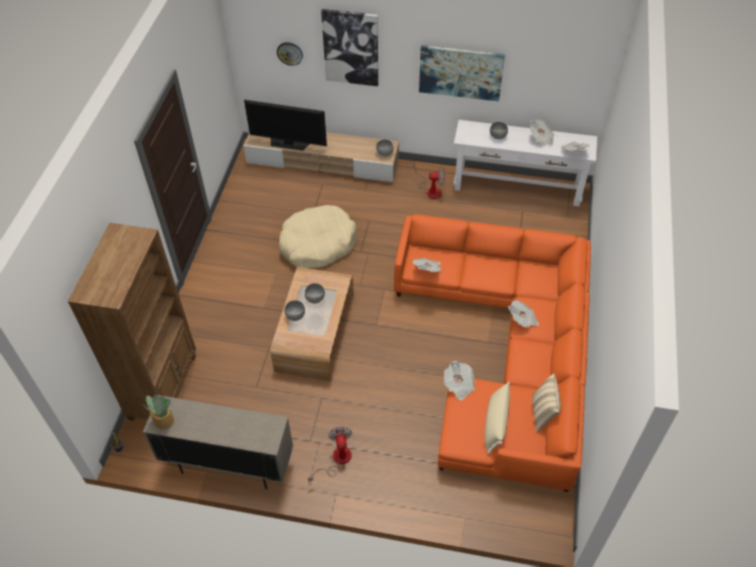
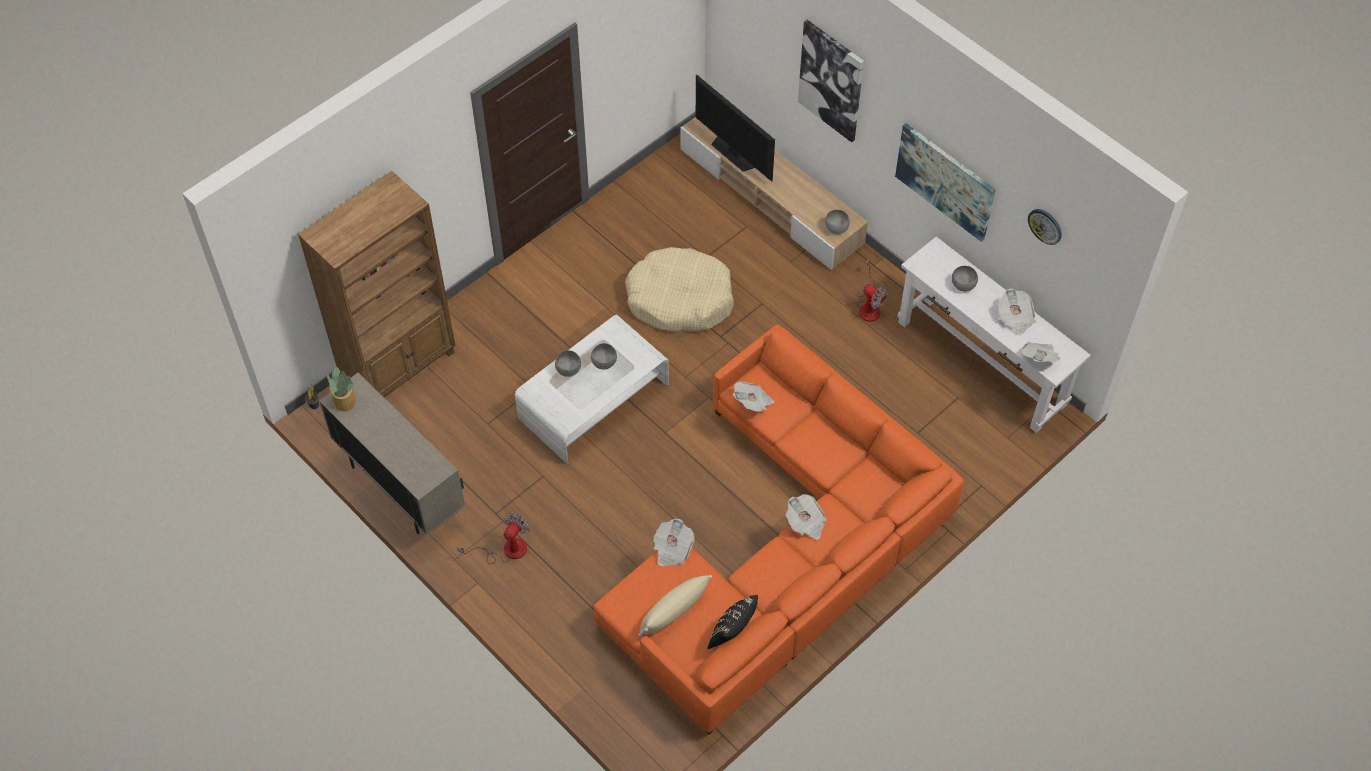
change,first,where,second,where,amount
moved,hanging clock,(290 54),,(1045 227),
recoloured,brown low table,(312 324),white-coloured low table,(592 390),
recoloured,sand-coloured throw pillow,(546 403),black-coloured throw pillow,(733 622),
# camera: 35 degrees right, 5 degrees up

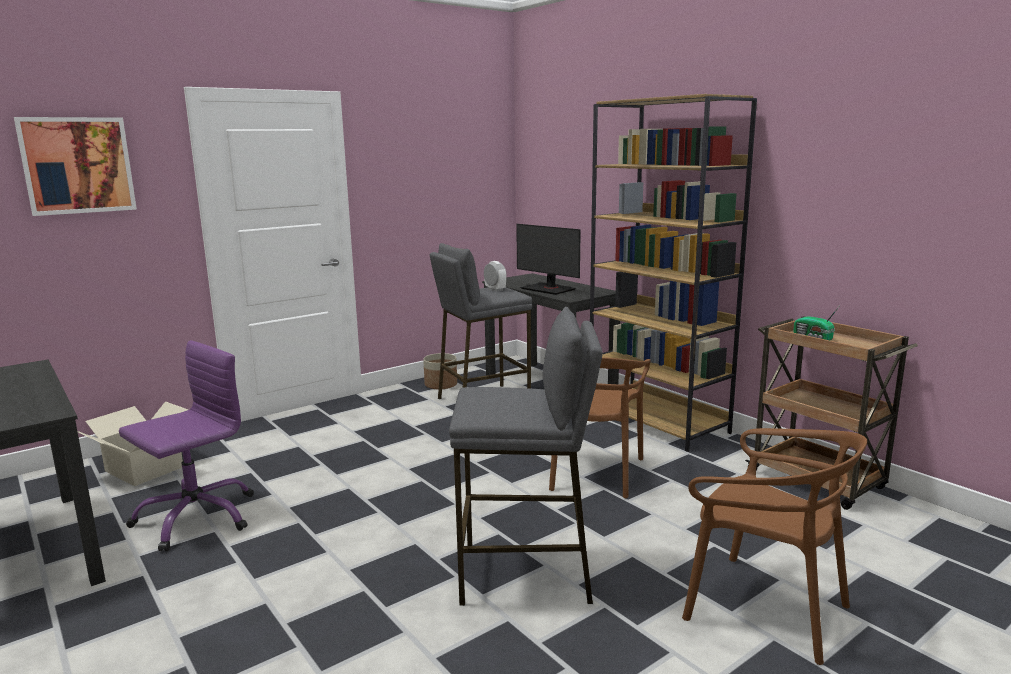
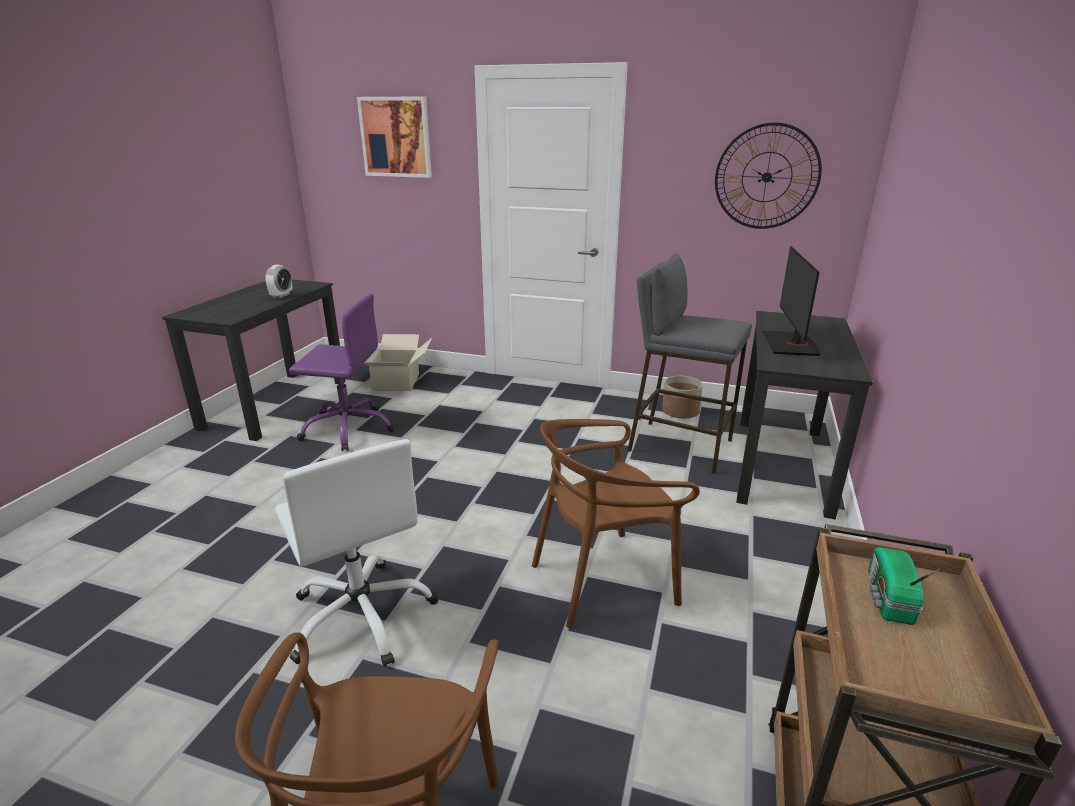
change,first,where,second,where,amount
removed,brown bookcase,(673 273),,,
moved,table clock,(495 276),,(279 281),
replaced,gray stool seat,(526 456),white-coloured office chair,(357 553),
added,,,hanging clock,(768 175),
# camera: 55 degrees right, 10 degrees up

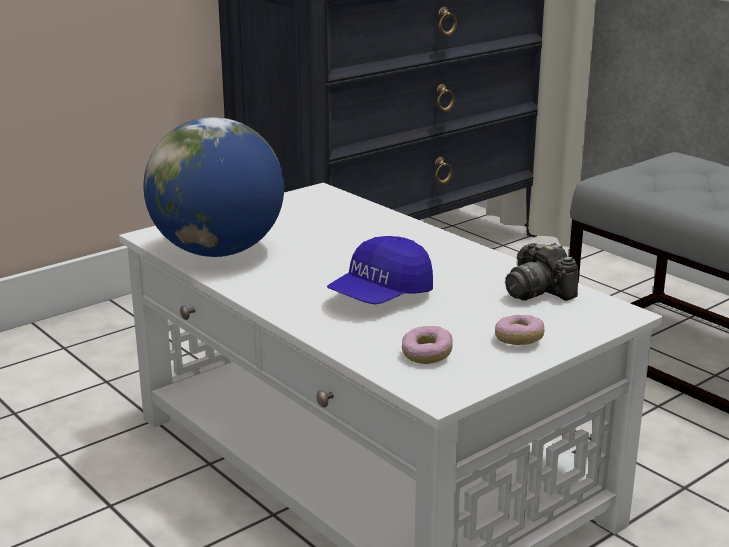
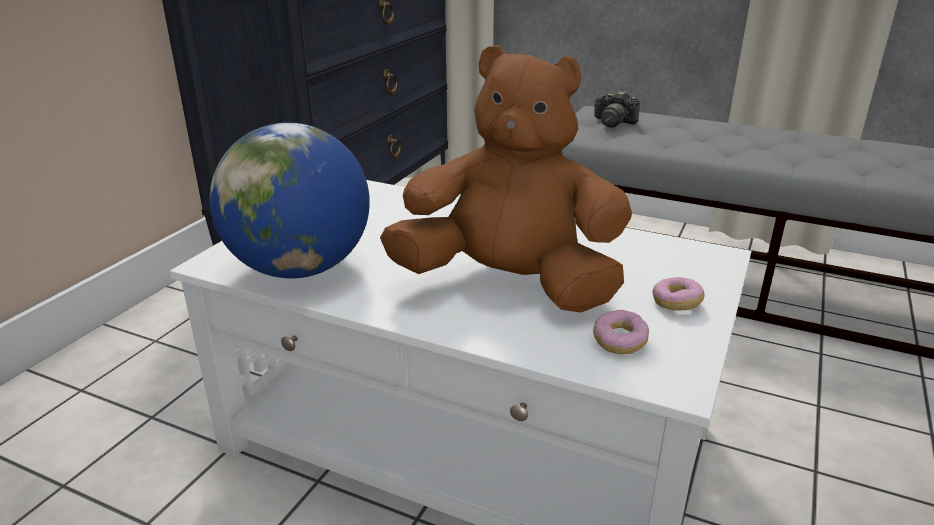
change,first,where,second,where,amount
replaced,blue baseball cap,(380 270),brown plush toy,(506 179),
moved,photo camera,(541 272),,(617 109),
# camera: 25 degrees left, 5 degrees up

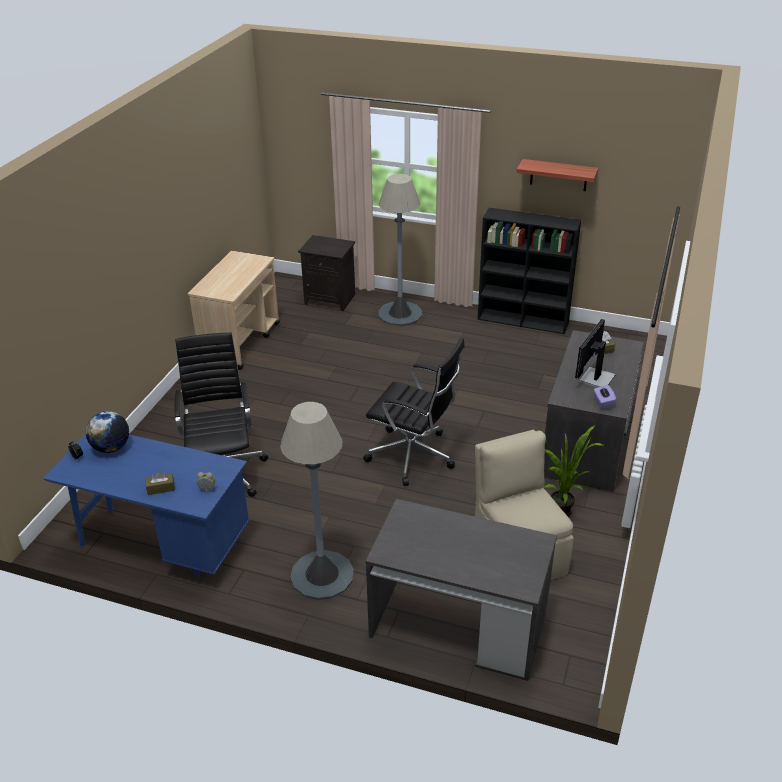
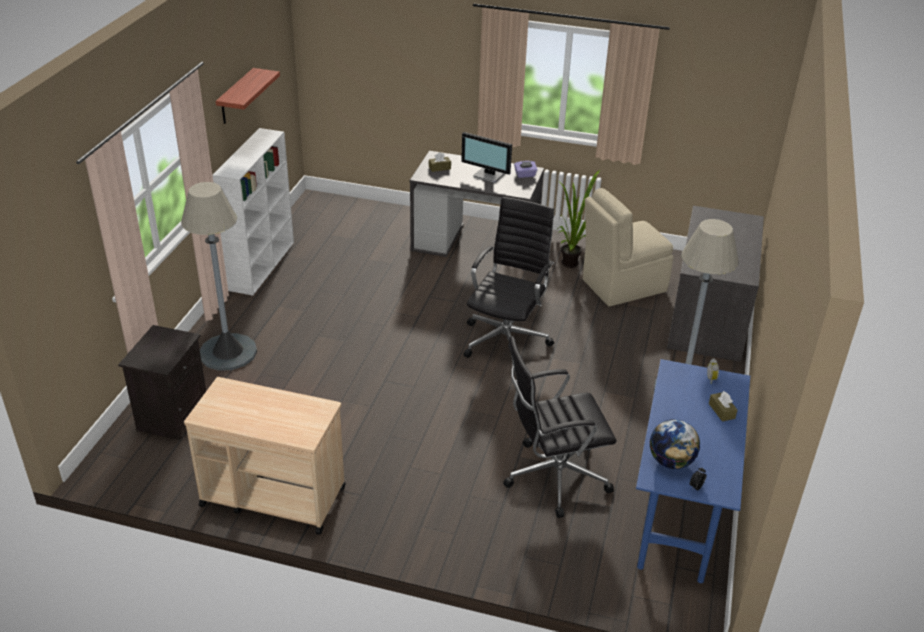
change,first,where,second,where,amount
recoloured,black-coloured bookcase,(529 271),white-coloured bookcase,(253 211),
# camera: 95 degrees left, 0 degrees up

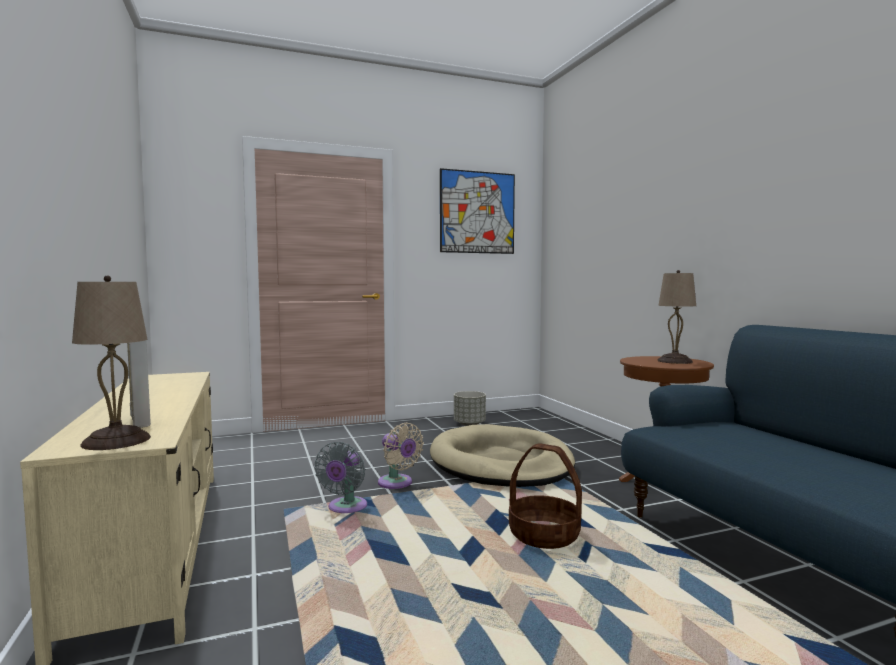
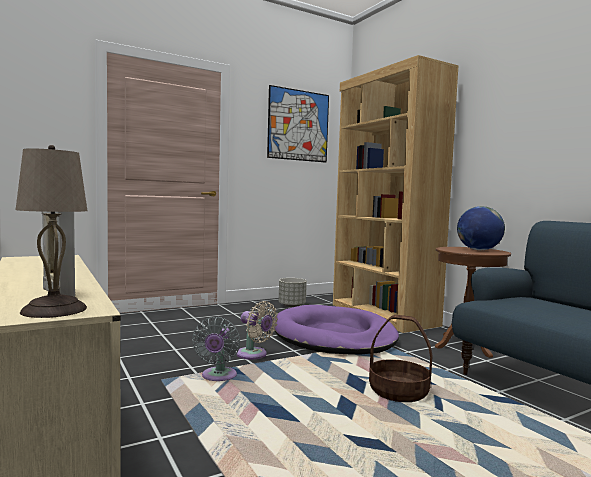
change,first,where,second,where,amount
replaced,sand-coloured lamp for a table,(676 317),globe,(481 228),
recoloured,sand-coloured dog bed,(502 455),purple dog bed,(336 330),
added,,,brown bookcase,(396 194),
# camera: 10 degrees left, 0 degrees up

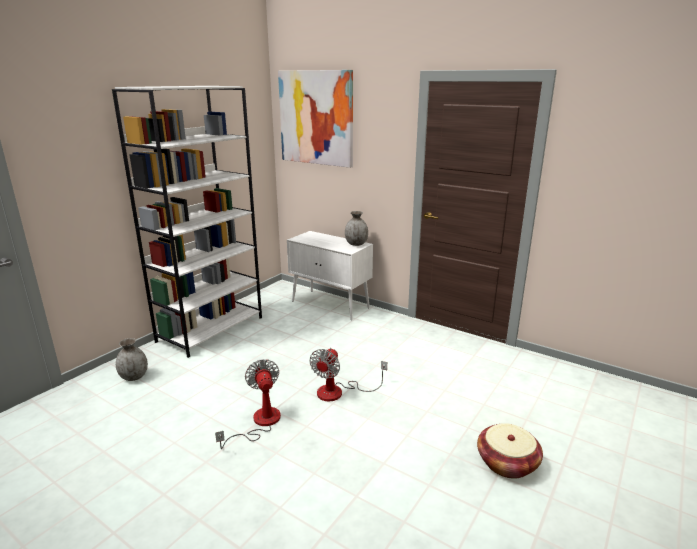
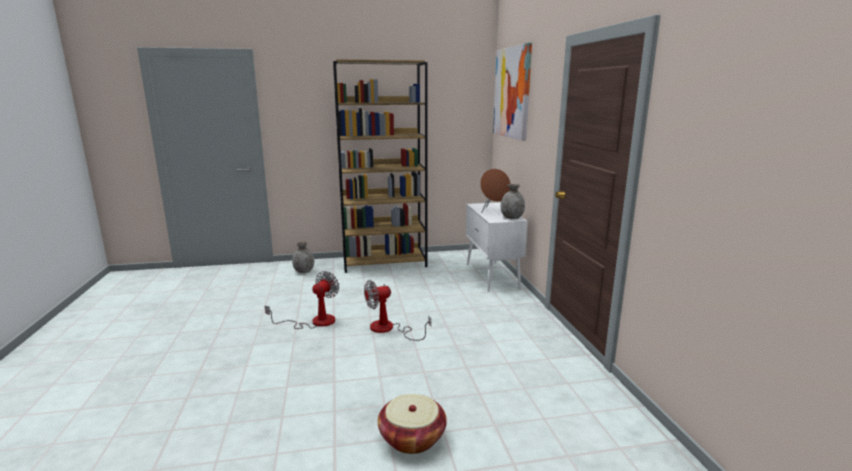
change,first,where,second,where,amount
recoloured,white-coloured bookcase,(187 222),brown bookcase,(380 166),
added,,,brown audio speaker,(495 190),
# camera: 45 degrees right, 5 degrees down

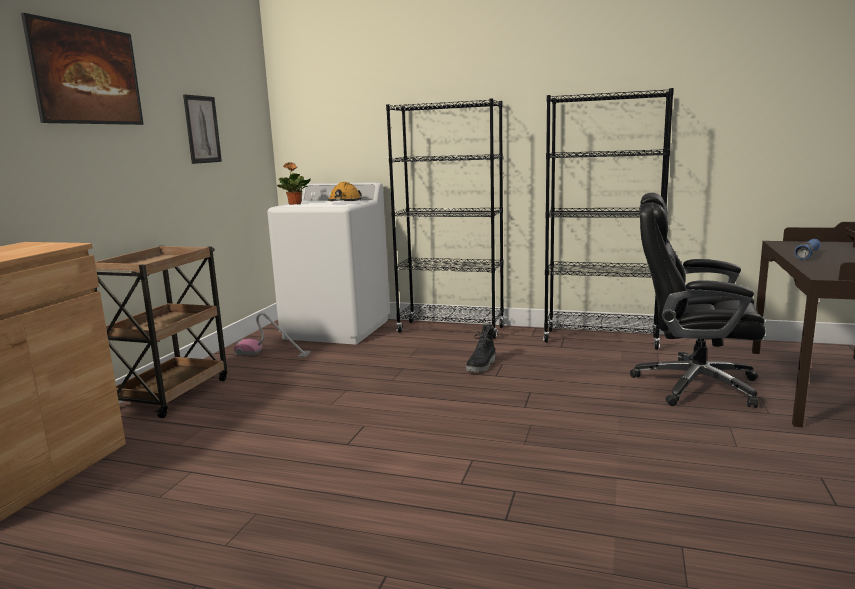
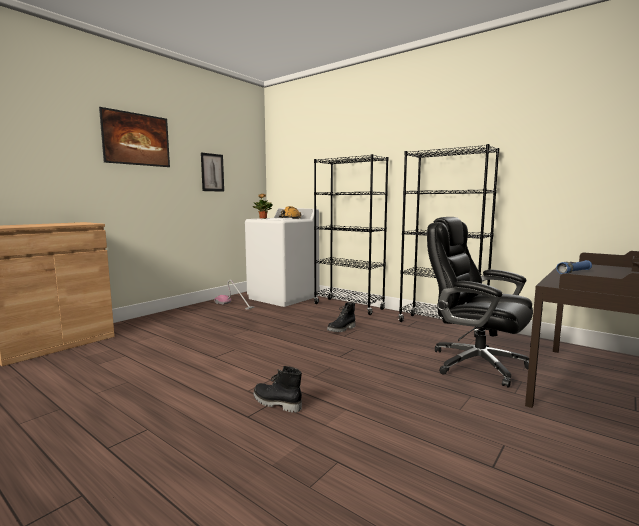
change,first,where,second,where,amount
removed,brown trolley,(160 332),,,
added,,,black-coloured tall boot,(277 389),
# camera: 20 degrees right, 5 degrees down

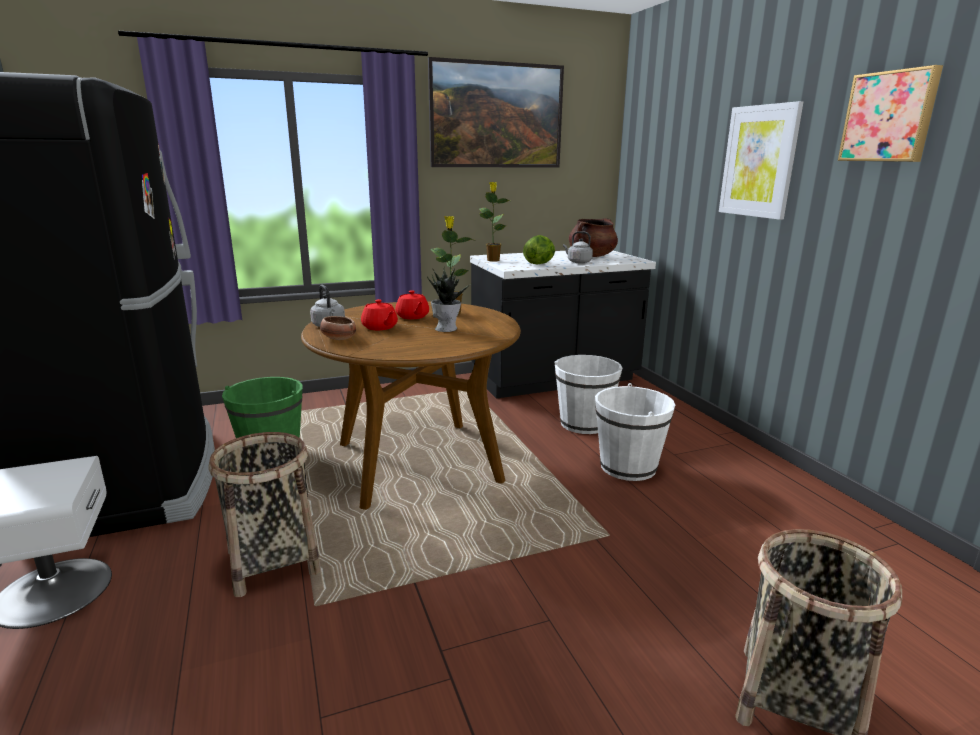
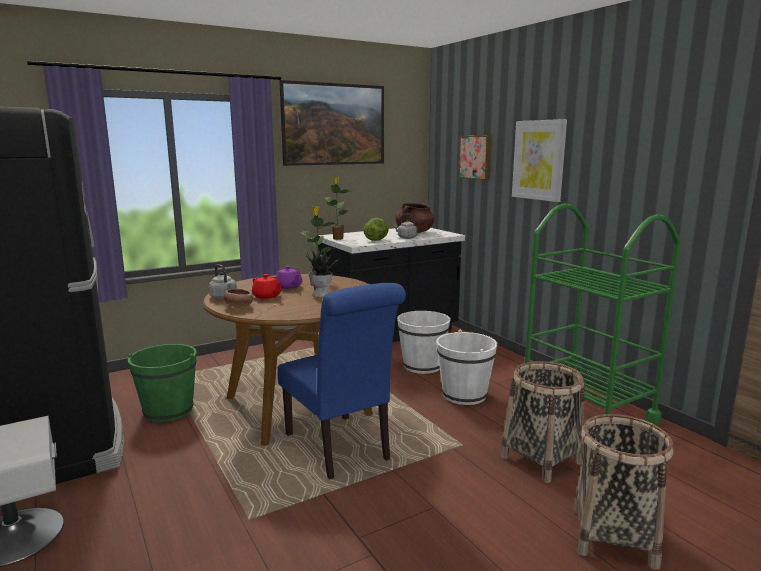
change,first,where,second,where,amount
moved,wall art,(890 113),,(475 157),
recoloured,red-coloured tea pot,(412 304),purple tea pot,(289 277),
moved,household basket,(265 514),,(542 422),
added,,,green trolley,(603 314),
added,,,blue upright chair,(341 381),
# camera: 10 degrees left, 5 degrees down

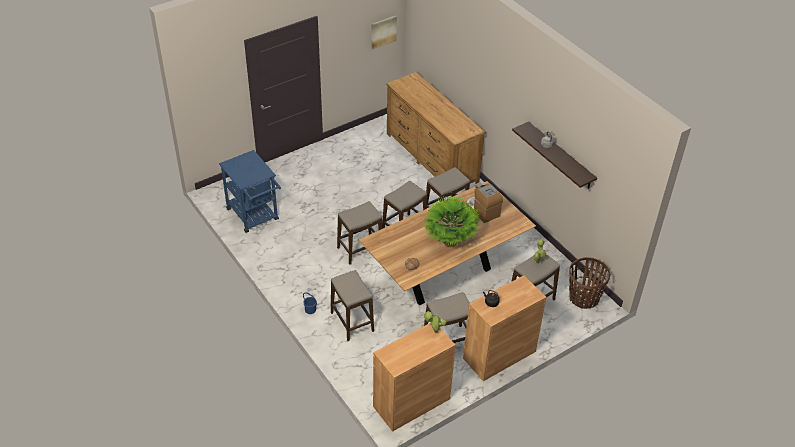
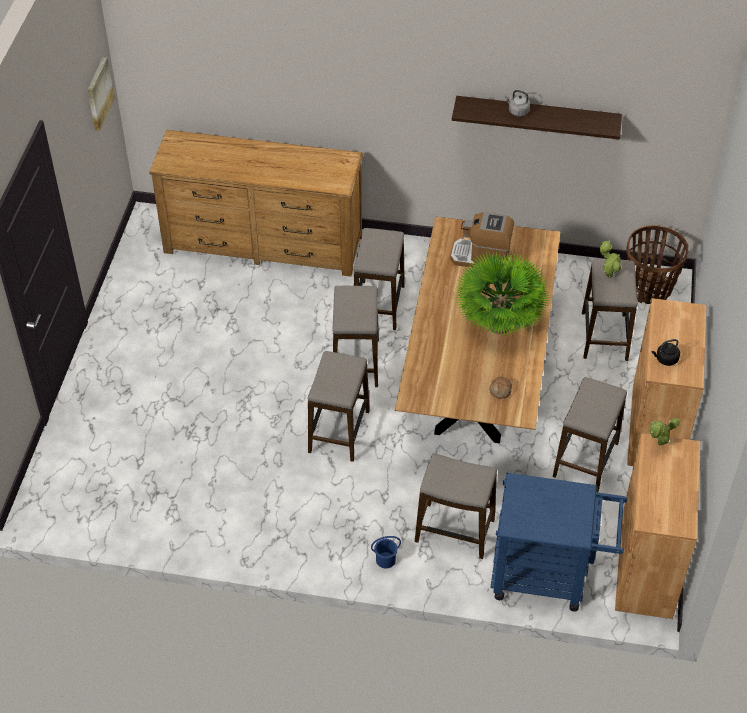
change,first,where,second,where,amount
moved,blue trolley,(250 191),,(558 542),
# camera: 45 degrees left, 5 degrees up

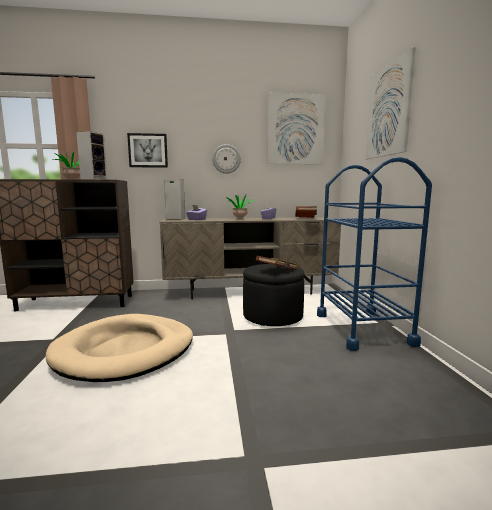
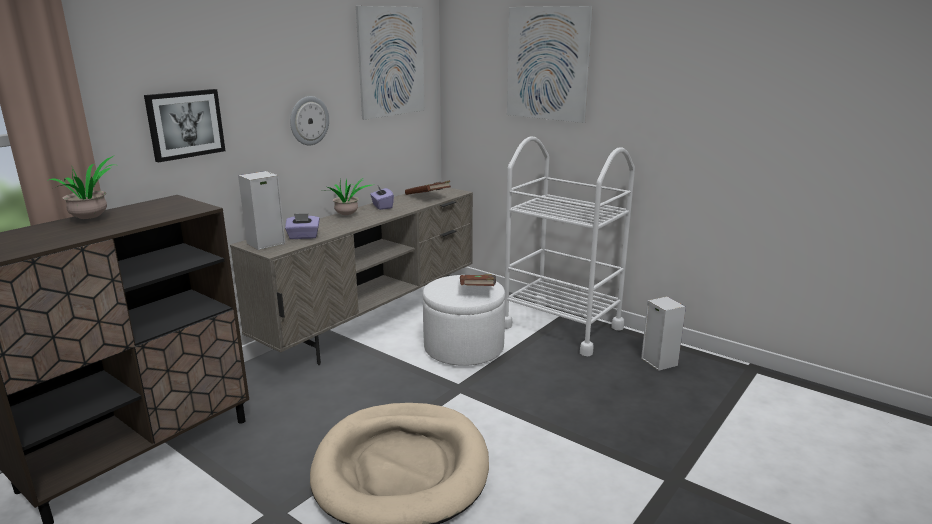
change,first,where,second,where,amount
moved,audio speaker,(92 155),,(663 333),
recoloured,blue trolley,(374 254),white-coloured trolley,(570 246),
recoloured,black-coloured footrest,(274 295),white-coloured footrest,(464 320),
# camera: 45 degrees left, 10 degrees up

